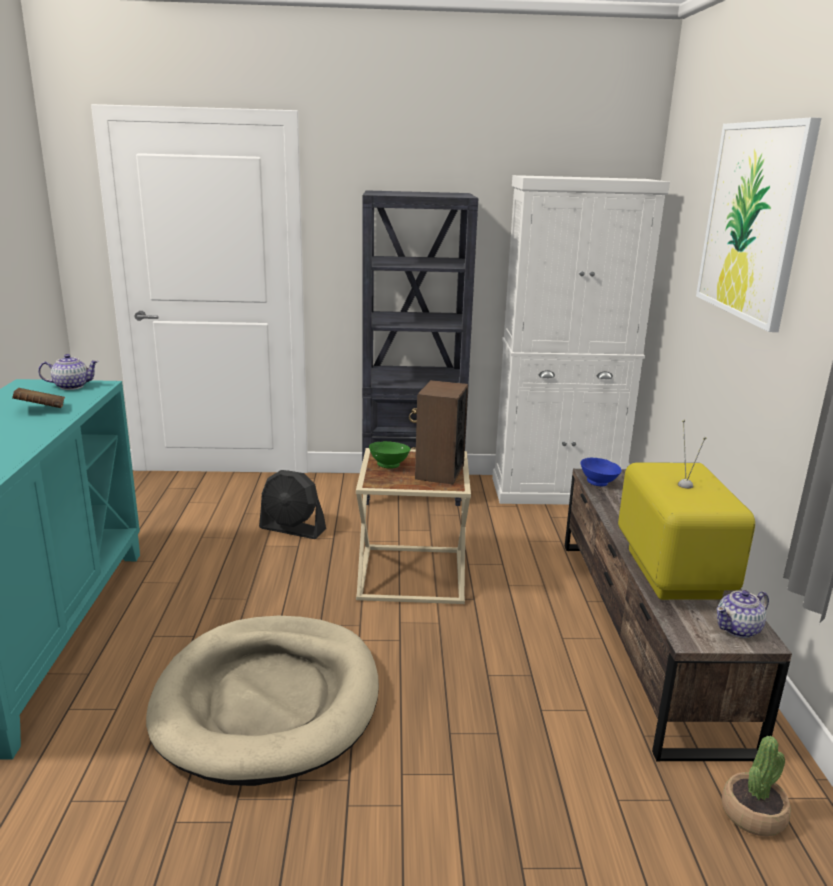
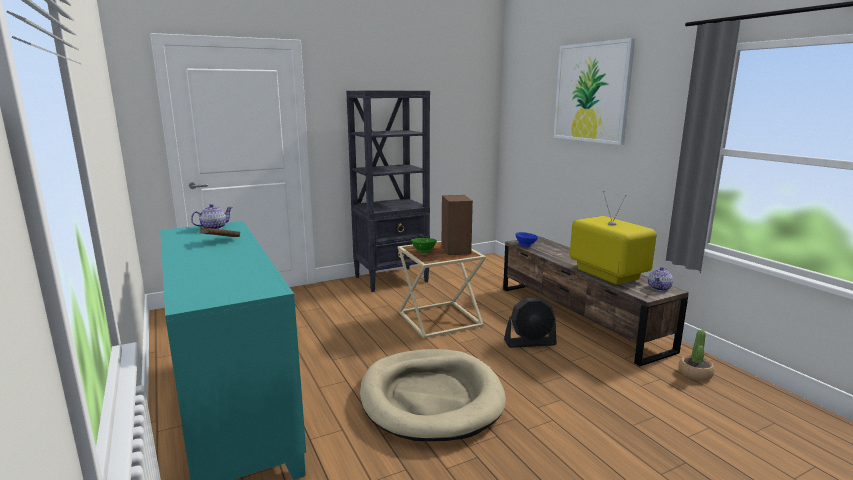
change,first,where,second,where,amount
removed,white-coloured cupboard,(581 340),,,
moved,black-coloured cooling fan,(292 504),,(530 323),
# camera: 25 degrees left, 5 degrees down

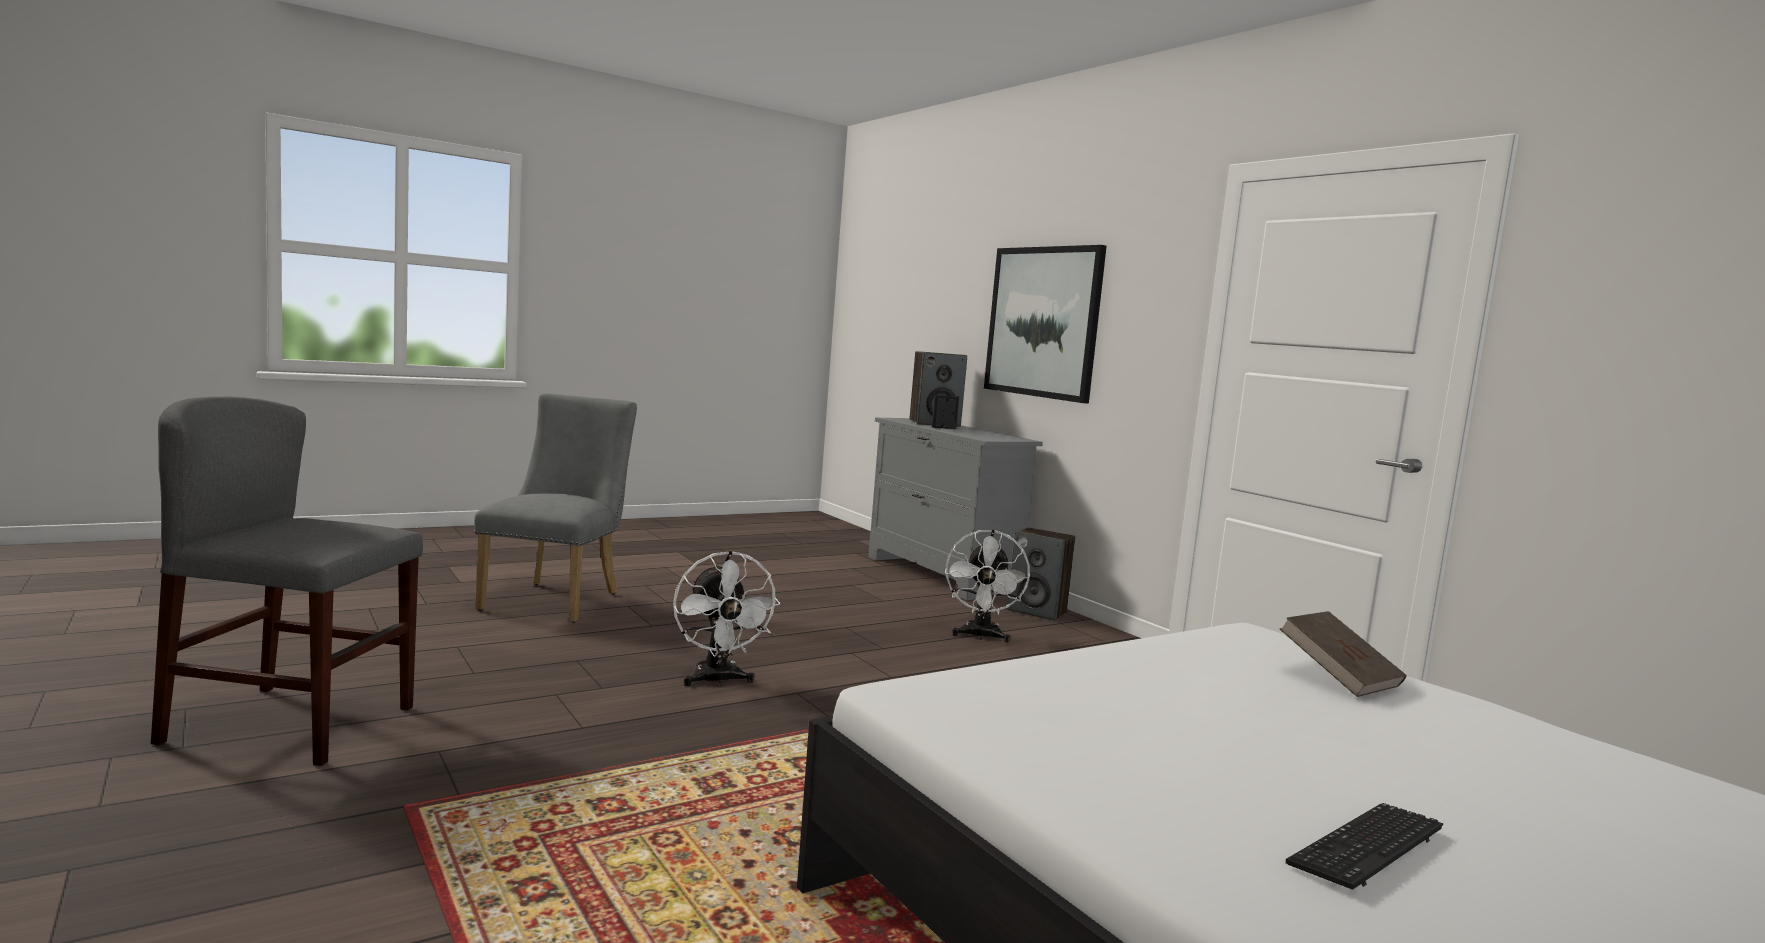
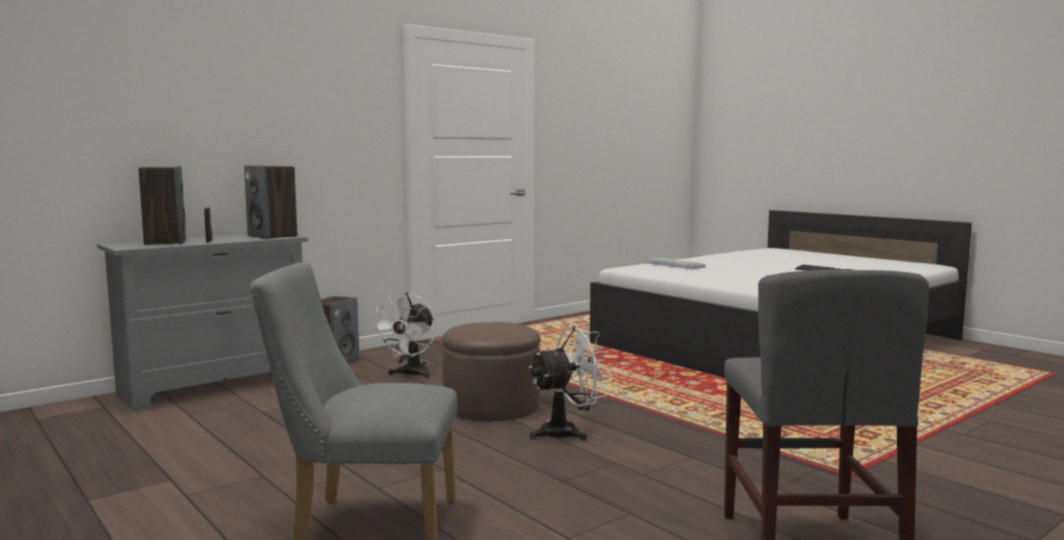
change,first,where,second,where,amount
removed,wall art,(1045 324),,,
turned,white-coloured cooling fan,(987 585),,(404 335),105 degrees clockwise
replaced,brown bound book,(1343 654),keyboard,(675 263),
added,,,audio speaker,(271 202),
added,,,brown footrest,(491 371),
# camera: 95 degrees left, 0 degrees up

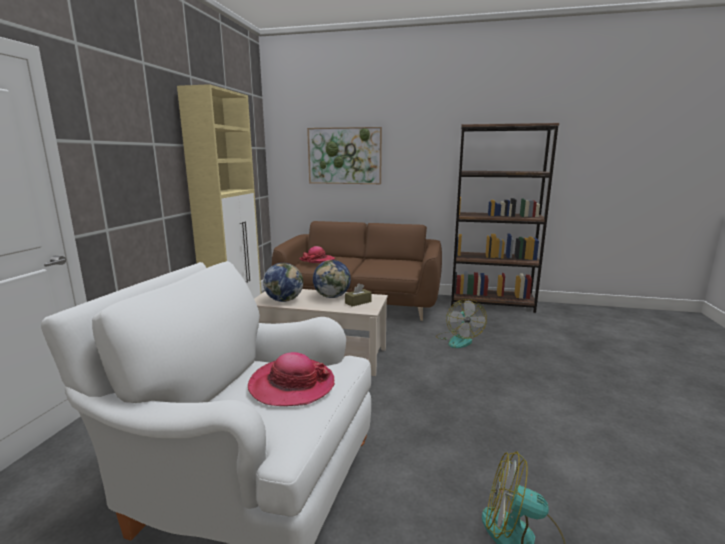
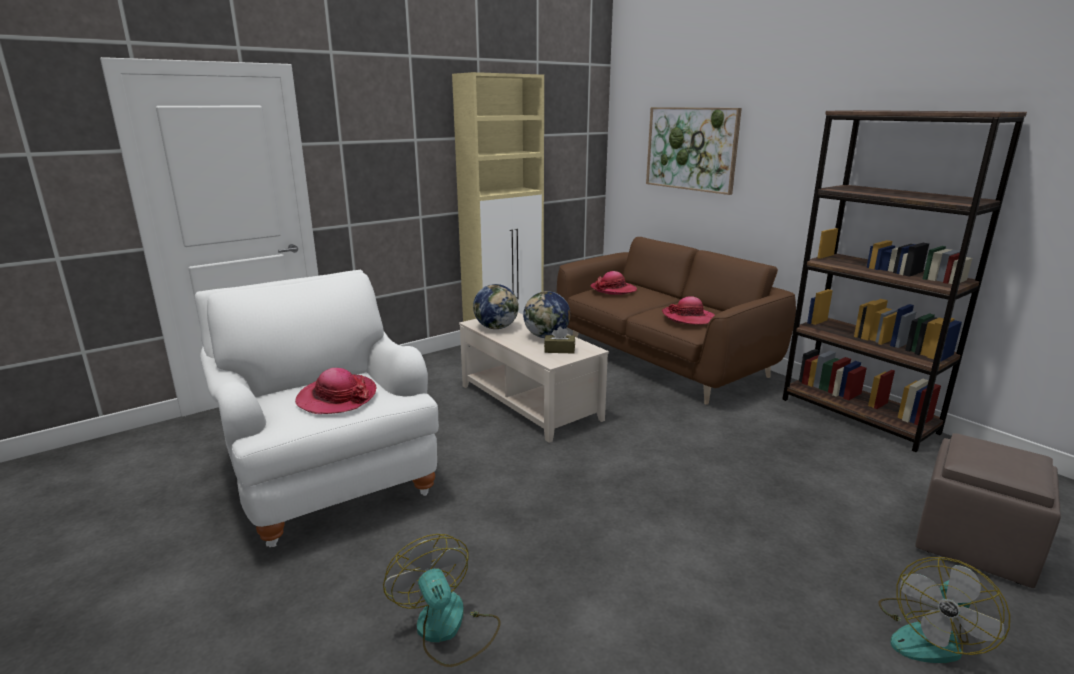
change,first,where,second,where,amount
moved,cooling fan,(461 323),,(944 610),
added,,,clothing hat,(688 310),
added,,,brown footrest,(988 510),
# camera: 40 degrees right, 5 degrees up

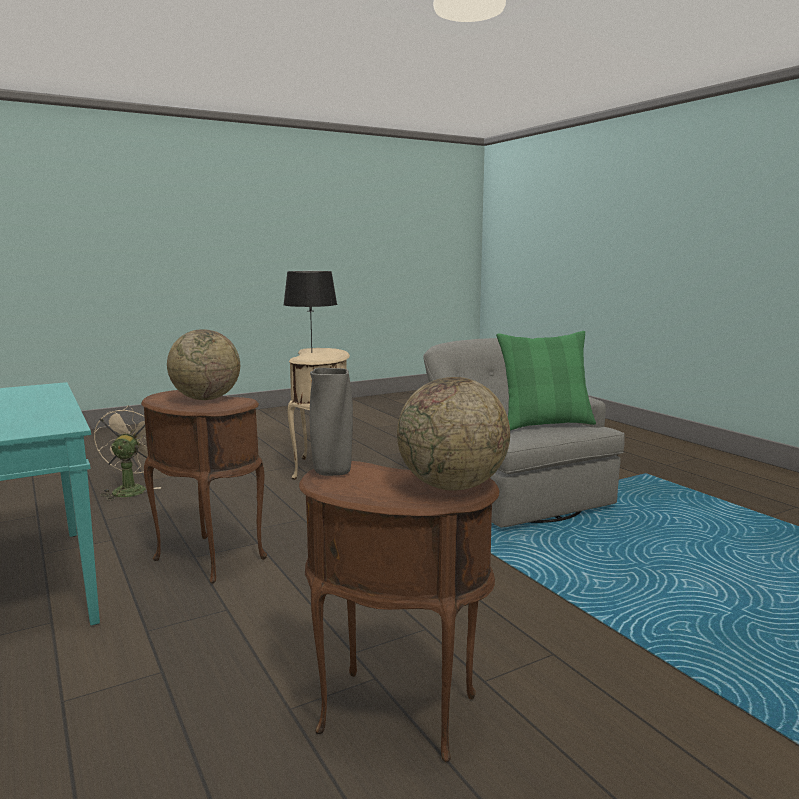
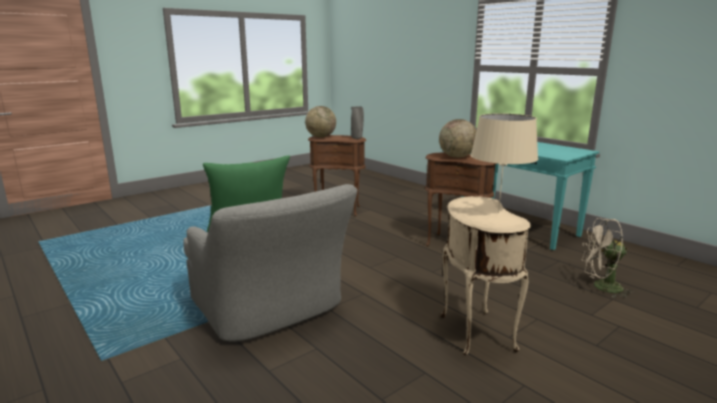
change,first,where,second,where,amount
recoloured,black-coloured lamp for a table,(310 311),sand-coloured lamp for a table,(504 163),
turned,sand-coloured cooling fan,(127 453),,(608 258),105 degrees clockwise
# camera: 170 degrees right, 5 degrees up

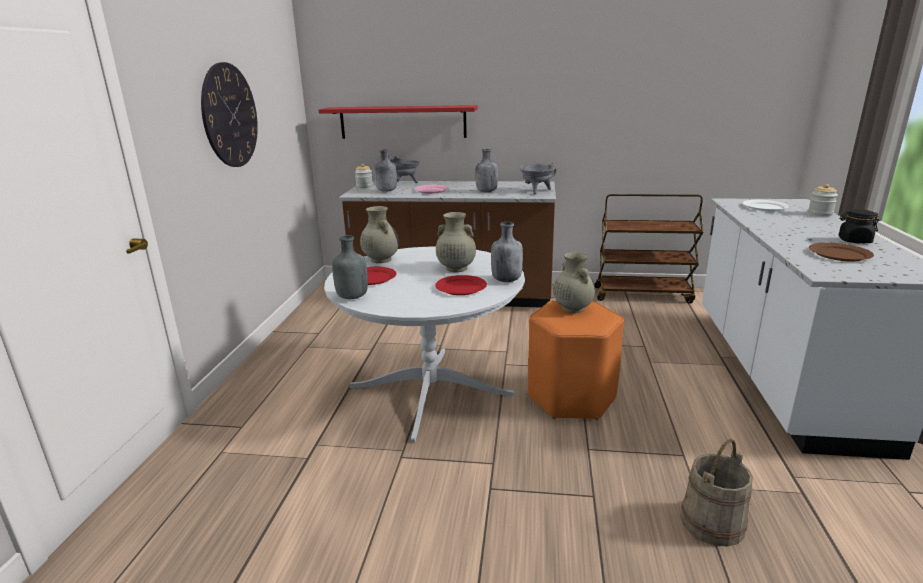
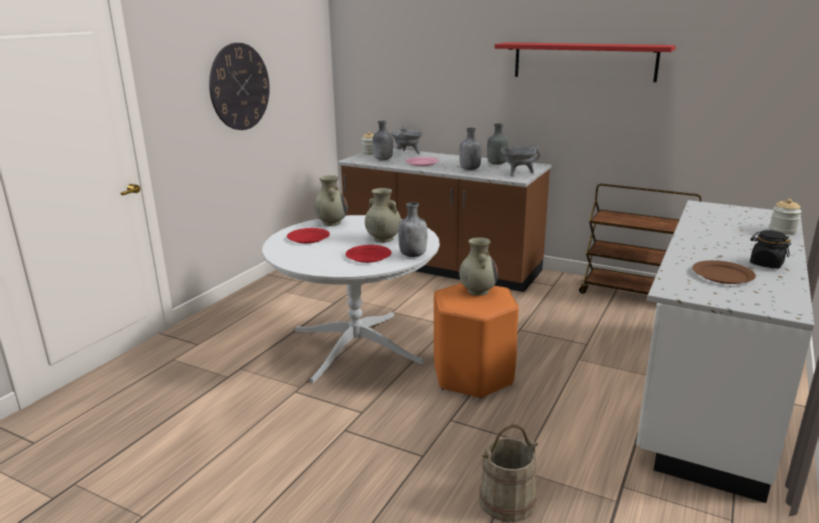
change,first,where,second,where,amount
moved,red-coloured shelf,(398 122),,(585 62),
removed,white-coloured flat dish,(766 205),,,
moved,gray beverage bottle,(350 267),,(498 144),
# camera: 20 degrees right, 0 degrees up

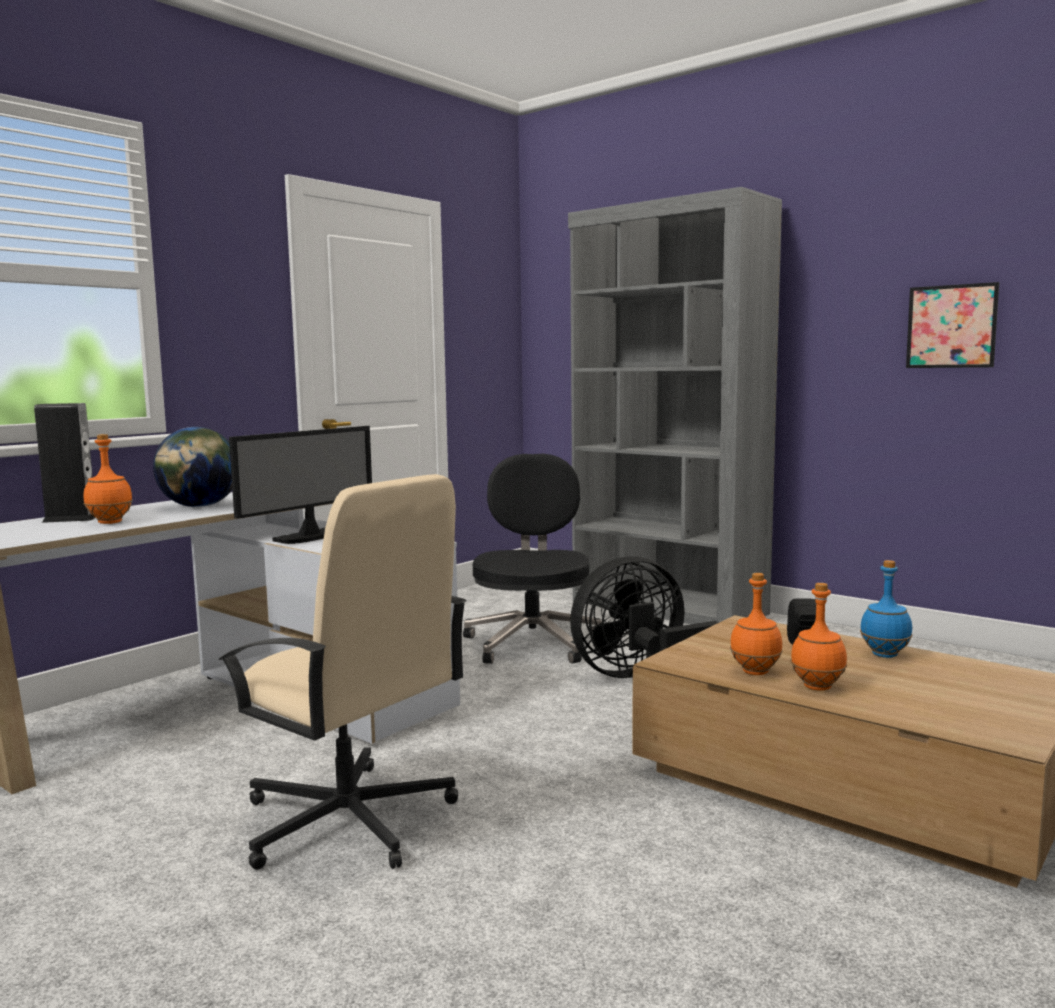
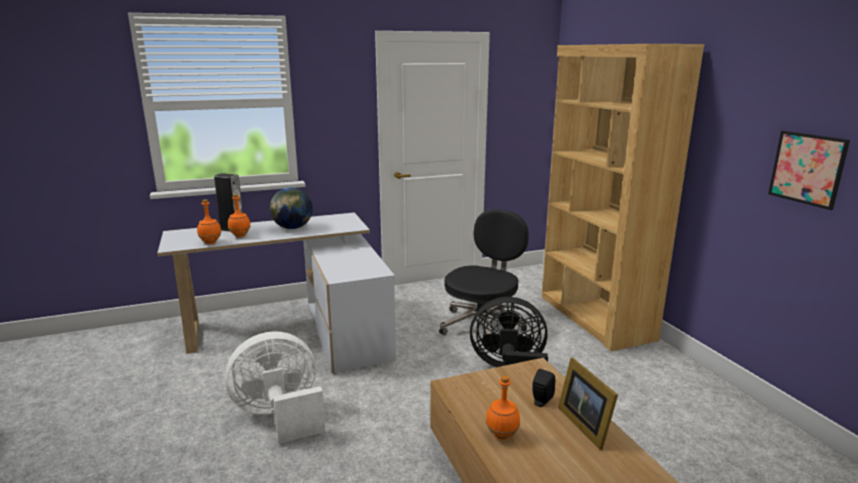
change,first,where,second,where,amount
recoloured,gray bookcase,(675 405),brown bookcase,(623 197),
removed,computer display,(300 485),,,
replaced,sand-coloured office chair,(342 672),white-coloured cooling fan,(275 387),
replaced,blue beverage bottle,(886 609),standing frame,(588 403),
moved,orangey beverage bottle,(756 624),,(209 221),
# camera: 30 degrees right, 10 degrees up

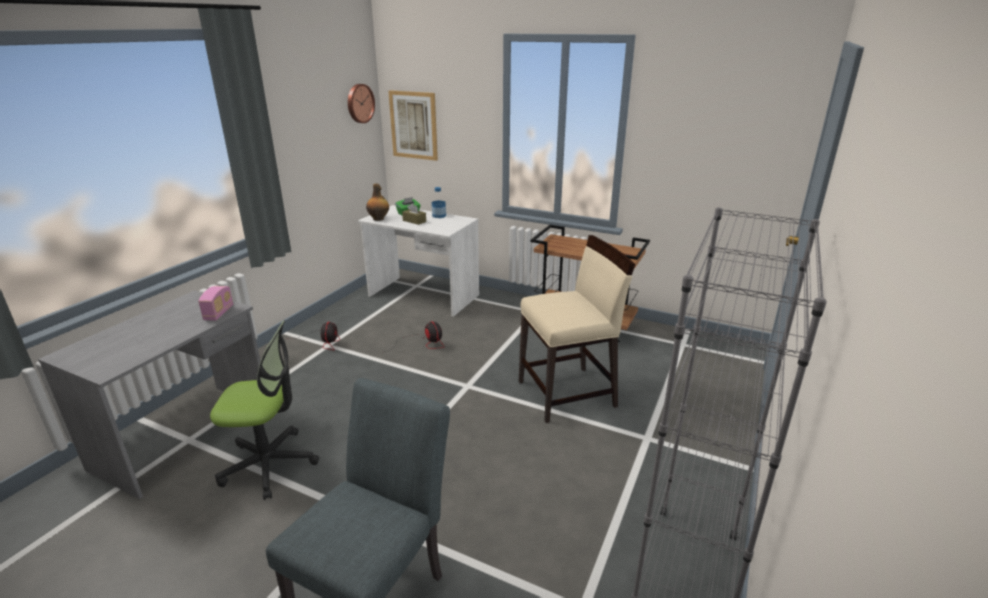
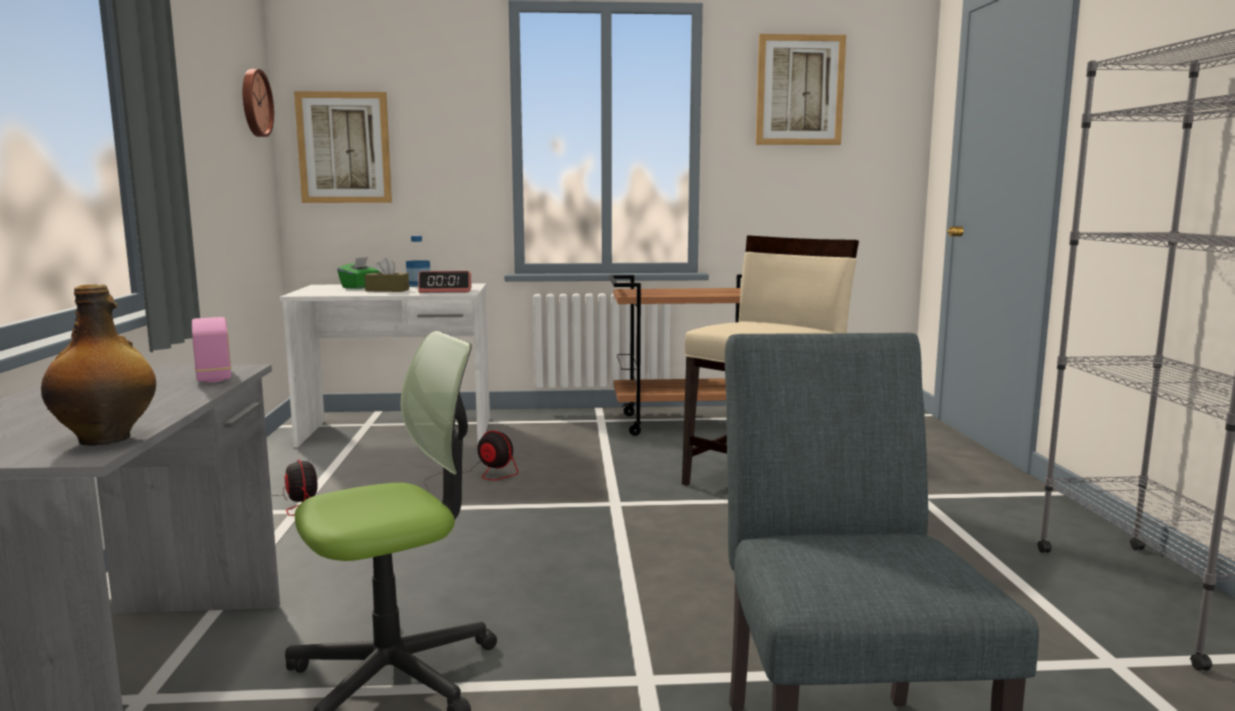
change,first,where,second,where,amount
moved,beverage bottle,(377 202),,(98 365),
added,,,wall art,(801 89),
added,,,table clock,(445 282),
# camera: 30 degrees left, 15 degrees down

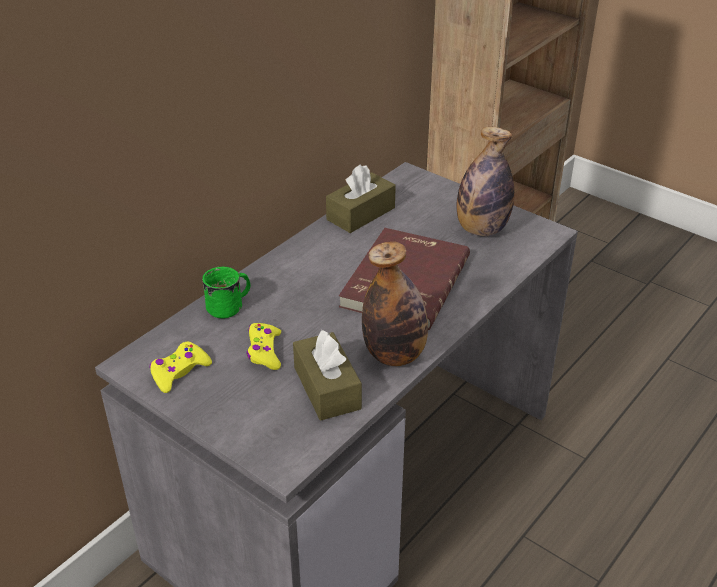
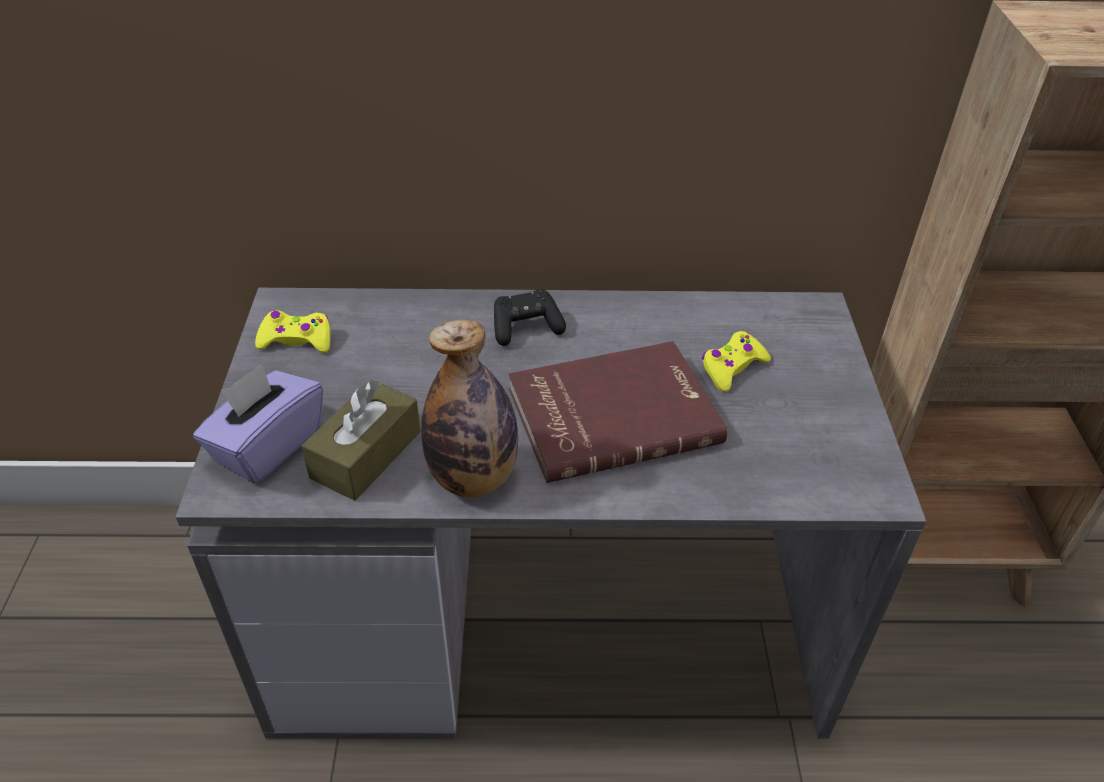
change,first,where,second,where,amount
removed,beverage bottle,(485 181),,,
removed,brown tissue box,(361 198),,,
removed,green mug,(226 293),,,
moved,yellowish game controller,(263 346),,(736 361),
added,,,black-coloured game controller,(530 317),
added,,,purple tissue box,(258 423),
# camera: 50 degrees right, 5 degrees up

